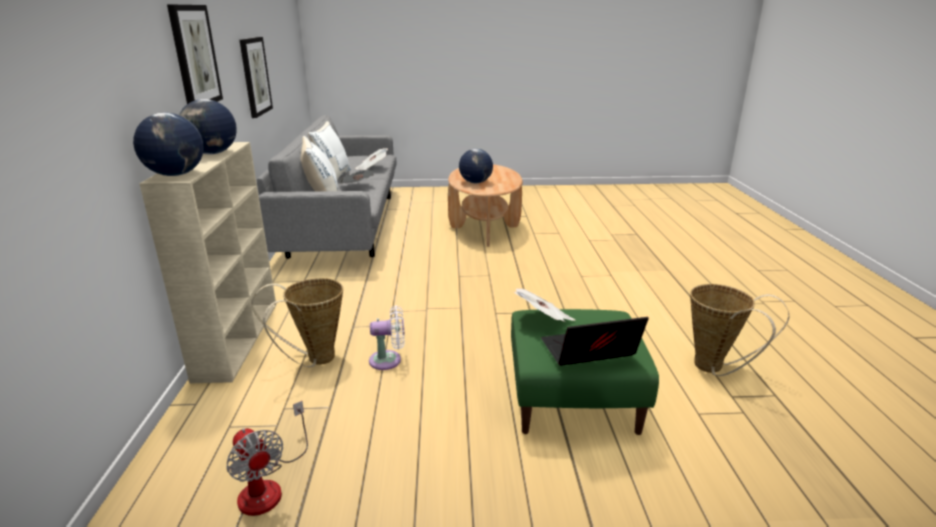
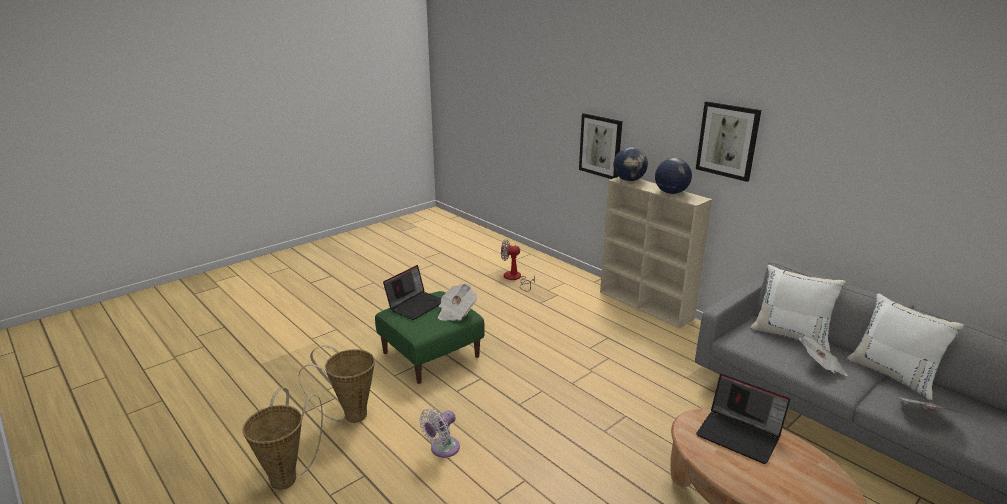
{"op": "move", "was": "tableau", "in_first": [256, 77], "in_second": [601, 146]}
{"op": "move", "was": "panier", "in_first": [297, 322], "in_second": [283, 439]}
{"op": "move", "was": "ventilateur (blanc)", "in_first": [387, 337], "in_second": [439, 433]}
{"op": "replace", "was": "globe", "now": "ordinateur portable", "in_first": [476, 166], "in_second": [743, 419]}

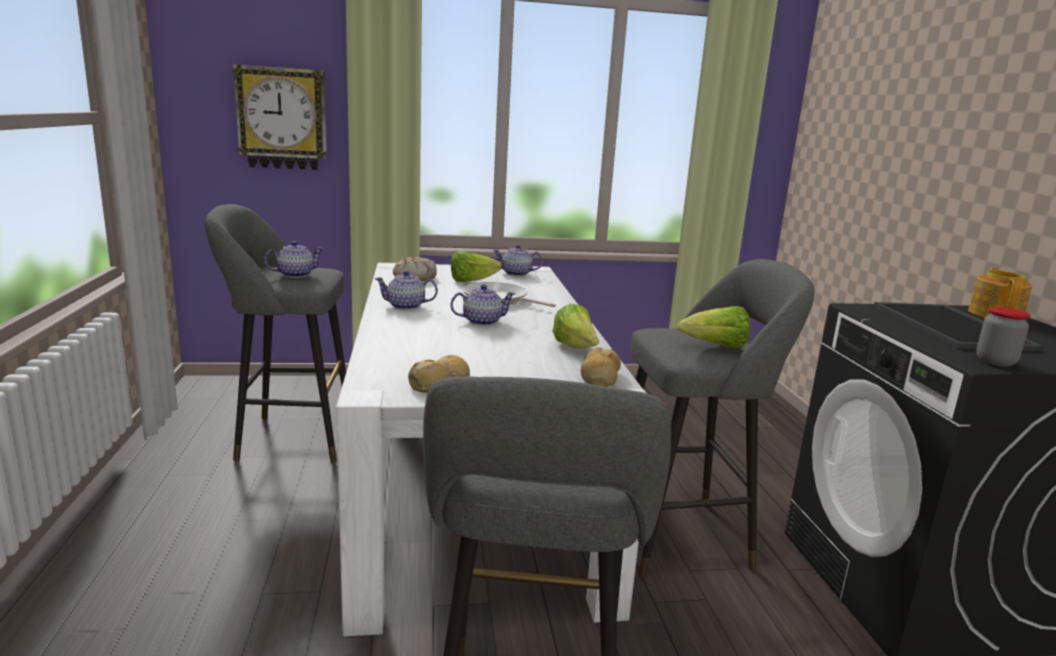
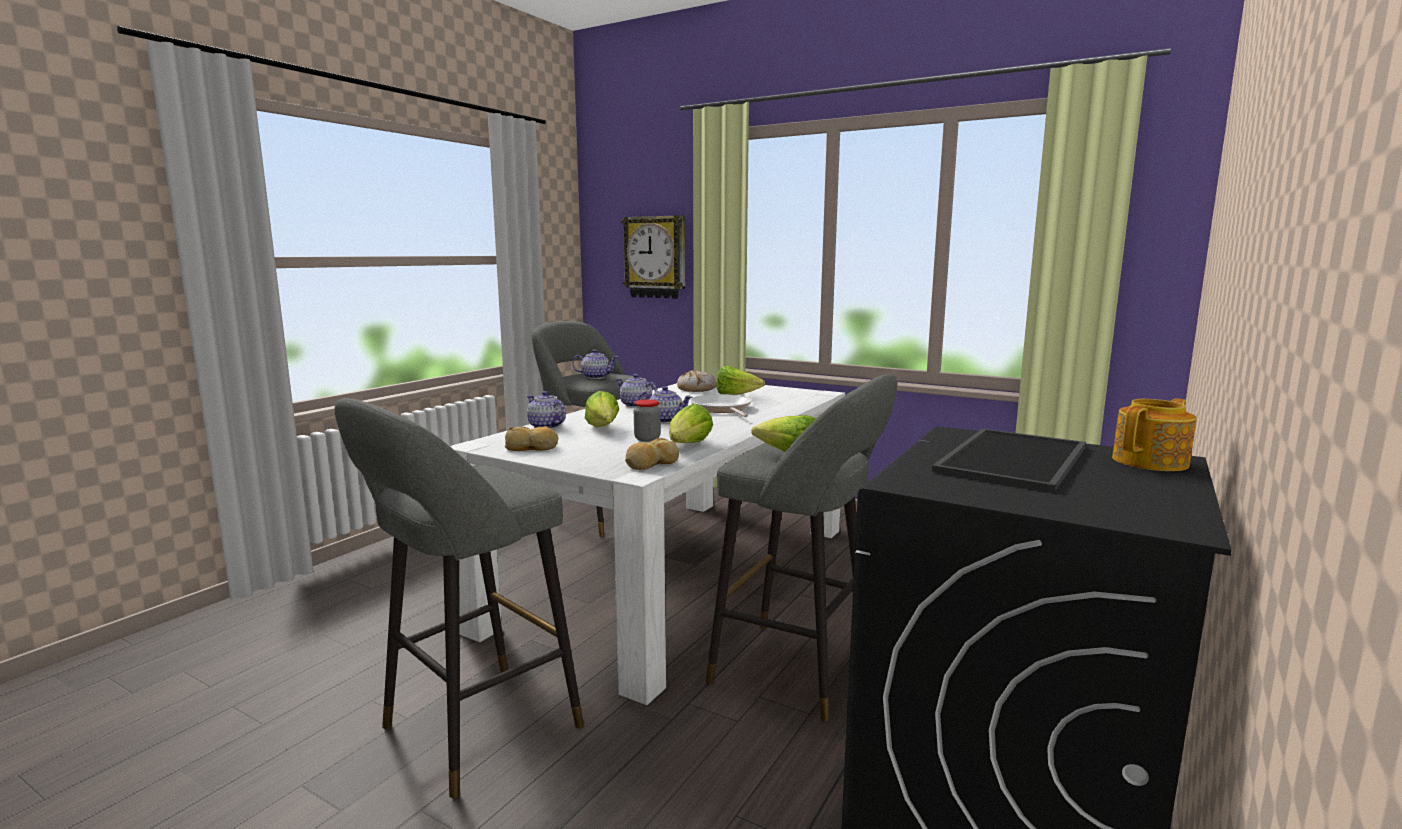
{"op": "move", "was": "théière", "in_first": [518, 260], "in_second": [546, 410]}
{"op": "move", "was": "bocal", "in_first": [1003, 336], "in_second": [647, 420]}
{"op": "insert", "now": "laitue", "in_second": [602, 409]}

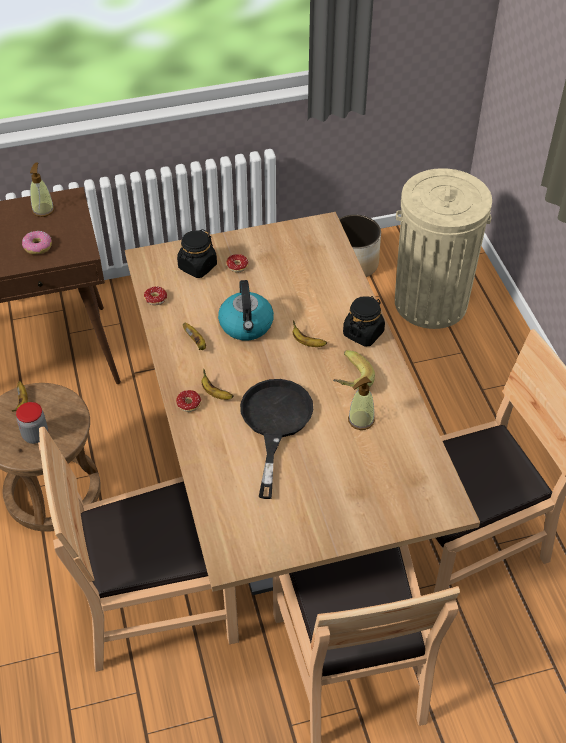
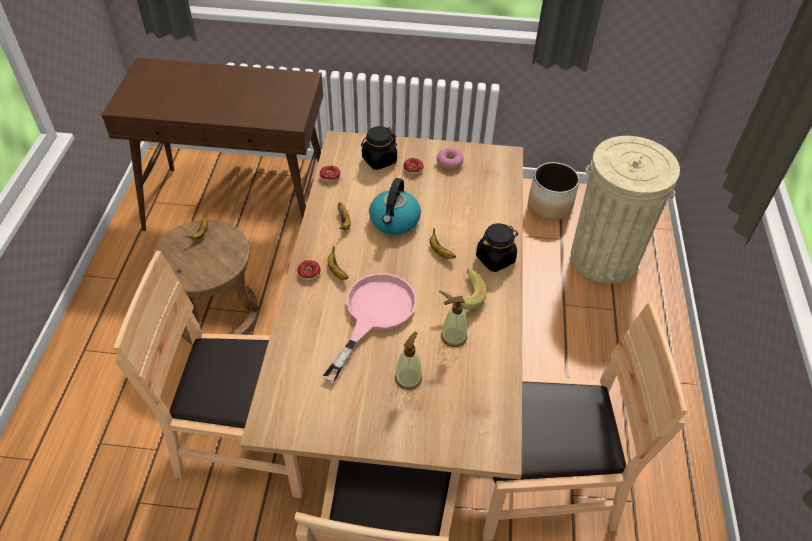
{"op": "delete", "was": "bocal", "in_first": [32, 423]}
{"op": "move", "was": "beignet", "in_first": [37, 243], "in_second": [450, 159]}
{"op": "move", "was": "distributeur de savon", "in_first": [42, 190], "in_second": [408, 361]}
{"op": "recolor", "was": "poêle (noir)", "now": "poêle (rose)", "in_first": [276, 439], "in_second": [369, 327]}

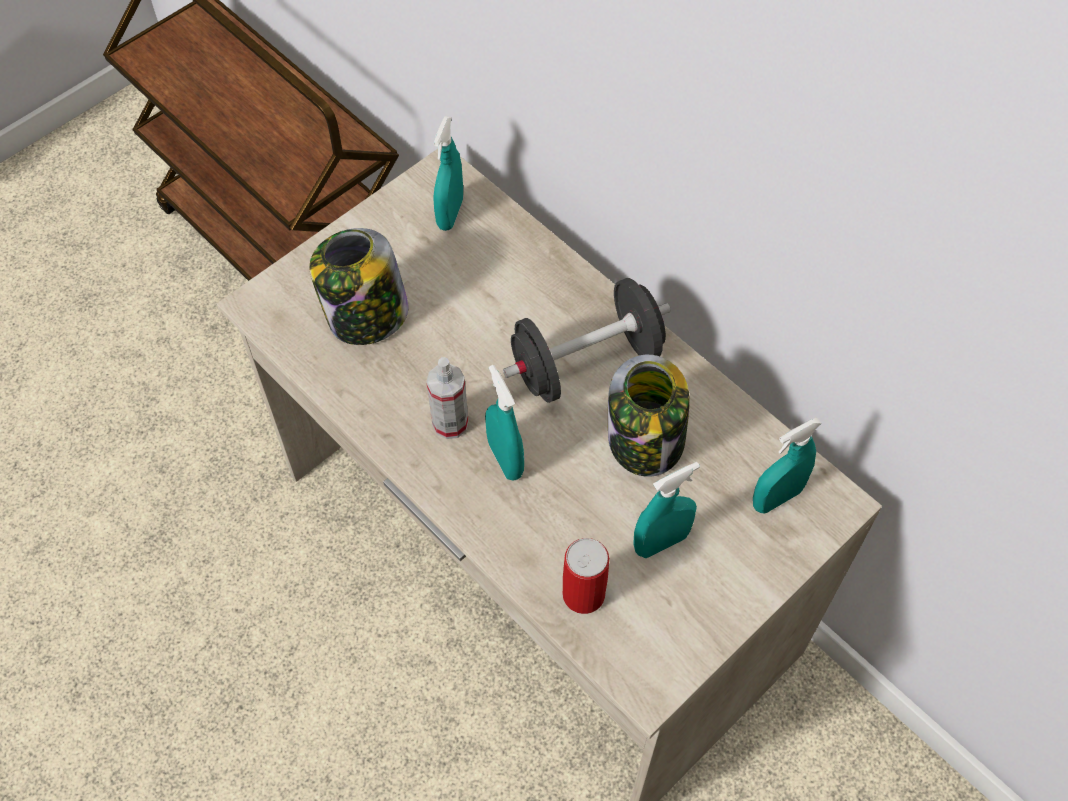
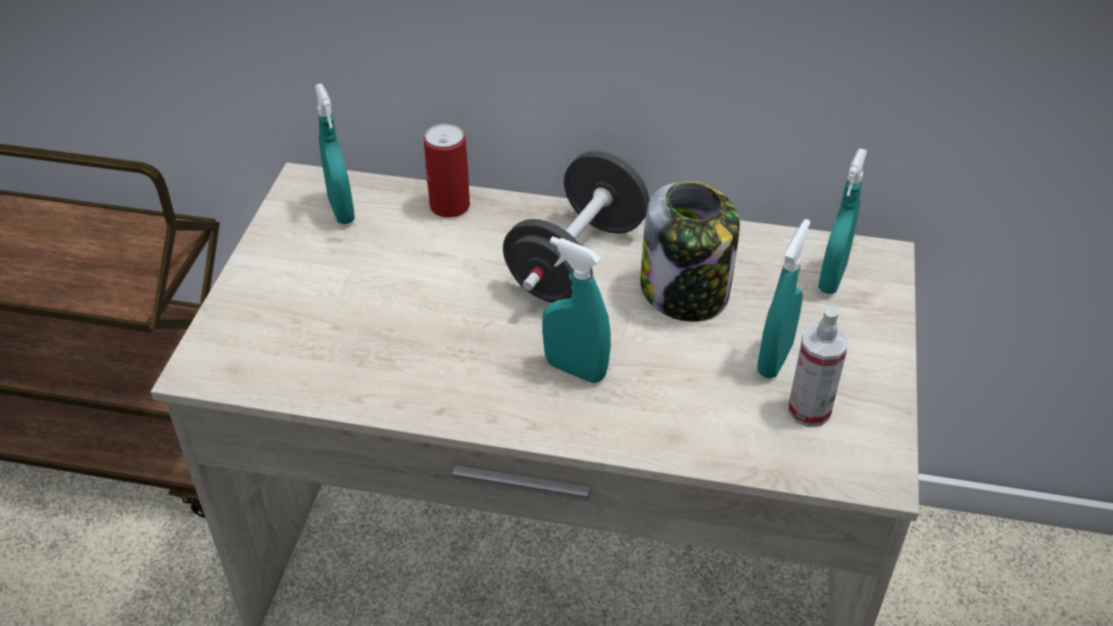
{"op": "delete", "was": "bocal", "in_first": [359, 286]}
{"op": "move", "was": "vaporisateur", "in_first": [447, 398], "in_second": [818, 367]}
{"op": "move", "was": "boîte métallique", "in_first": [585, 576], "in_second": [447, 171]}

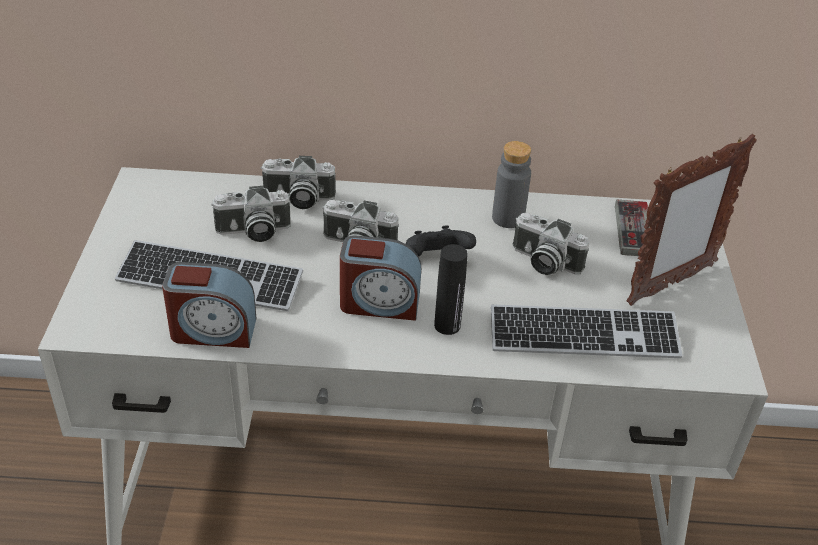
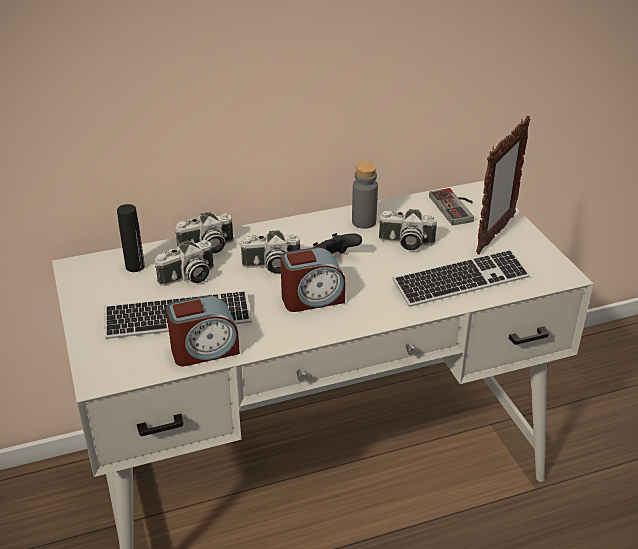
{"op": "move", "was": "bouteille (noir)", "in_first": [451, 289], "in_second": [131, 238]}

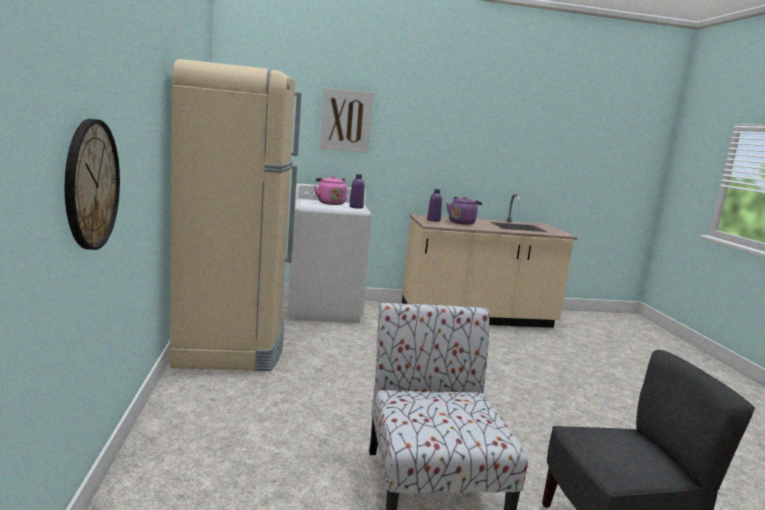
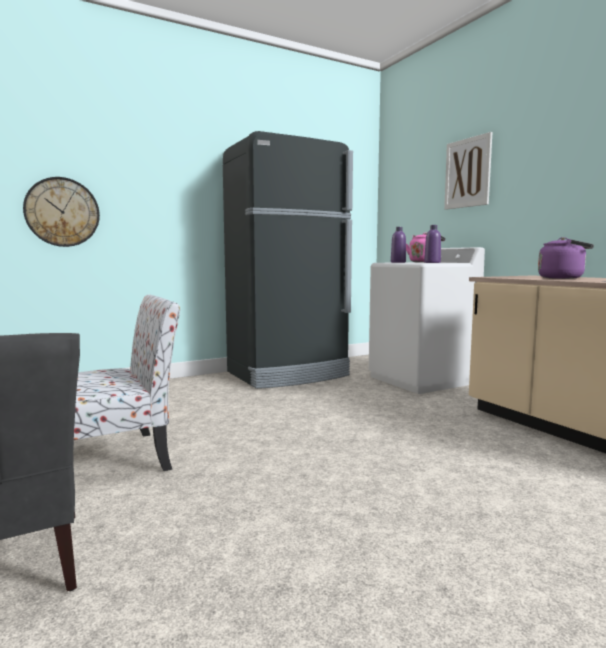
{"op": "recolor", "was": "réfrigérateur (beige)", "now": "réfrigérateur (noir)", "in_first": [236, 215], "in_second": [288, 260]}
{"op": "move", "was": "bouteille (violet)", "in_first": [434, 205], "in_second": [398, 245]}

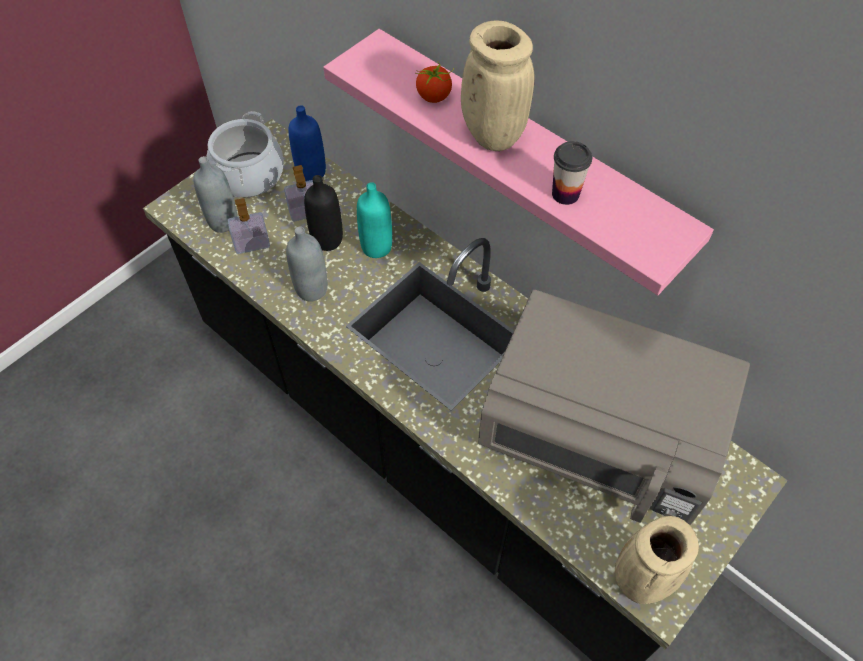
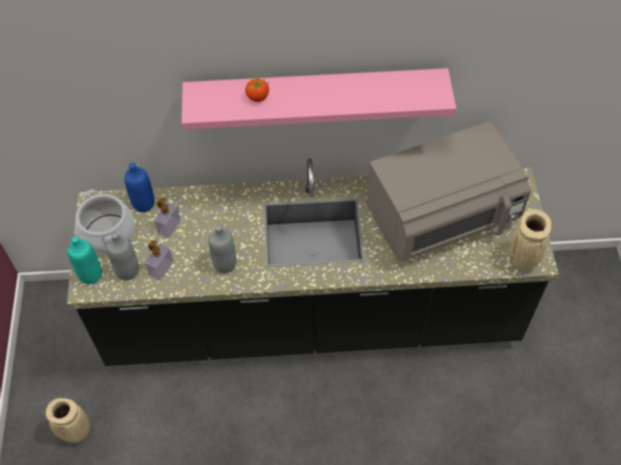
{"op": "delete", "was": "bouteille (noir)", "in_first": [323, 213]}
{"op": "move", "was": "bouteille (turquoise)", "in_first": [374, 220], "in_second": [84, 260]}
{"op": "move", "was": "vase (beige)", "in_first": [498, 86], "in_second": [67, 420]}
{"op": "delete", "was": "tasse", "in_first": [572, 173]}

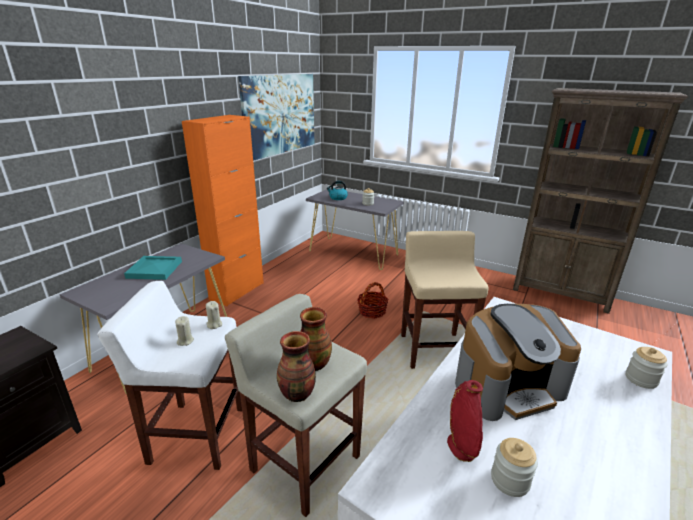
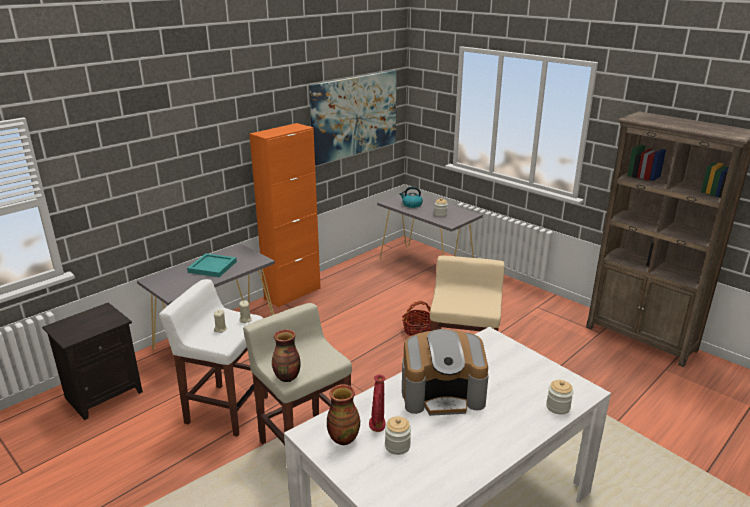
{"op": "move", "was": "vase", "in_first": [316, 339], "in_second": [343, 414]}

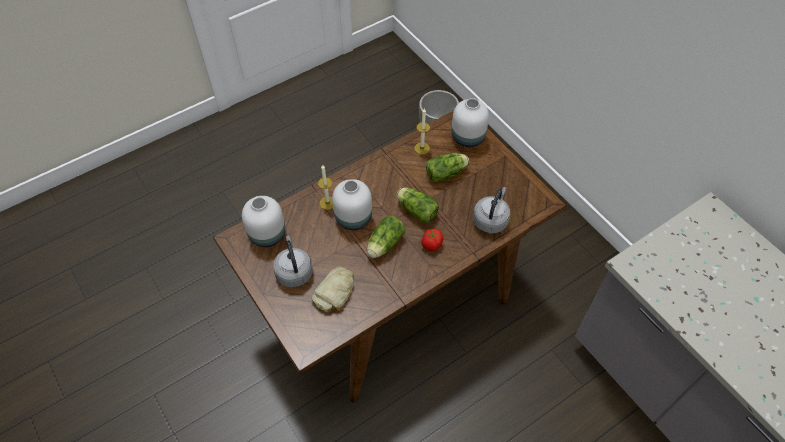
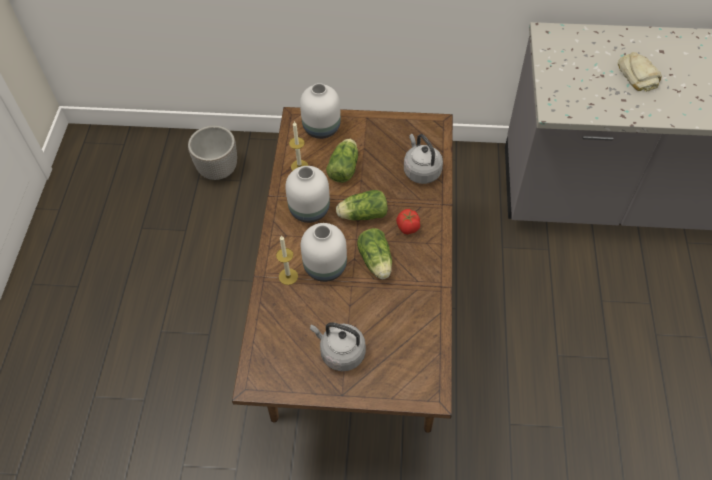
{"op": "move", "was": "vase (blanc)", "in_first": [263, 221], "in_second": [307, 194]}
{"op": "move", "was": "pain", "in_first": [333, 290], "in_second": [640, 71]}

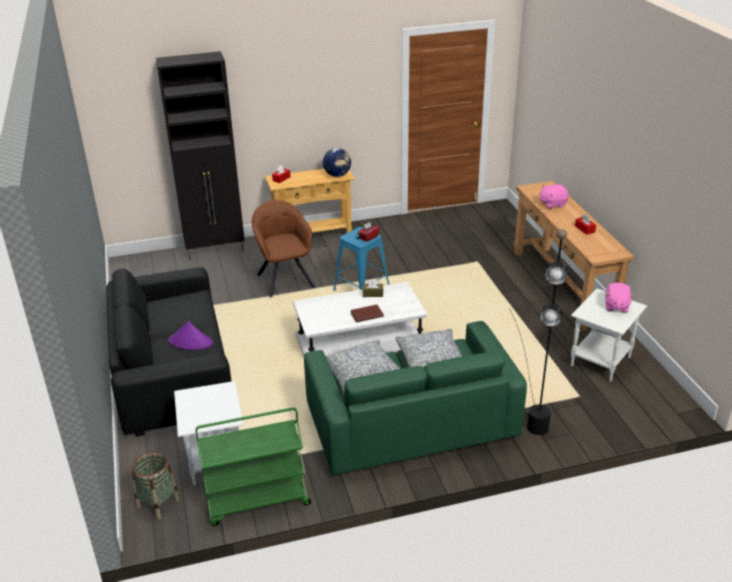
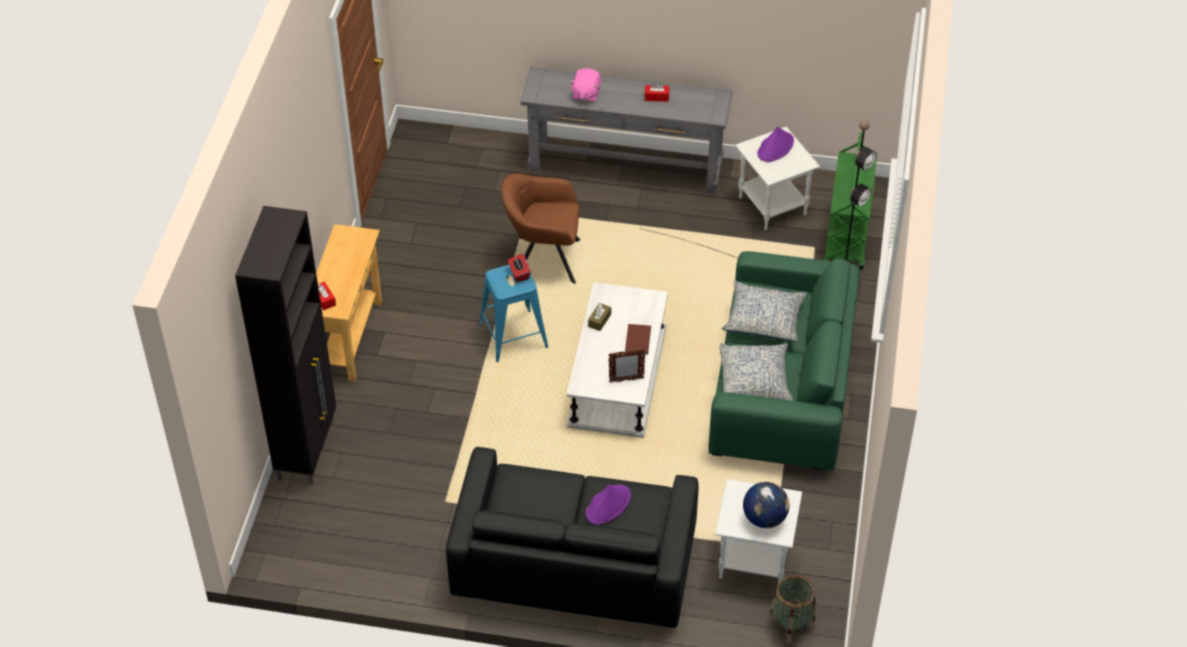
{"op": "move", "was": "chariot (vert)", "in_first": [253, 466], "in_second": [850, 200]}
{"op": "move", "was": "fauteuil (marron)", "in_first": [284, 249], "in_second": [541, 228]}
{"op": "move", "was": "globe", "in_first": [337, 162], "in_second": [766, 505]}
{"op": "recolor", "was": "table console (marron)", "now": "table console (gris)", "in_first": [573, 256], "in_second": [626, 131]}
{"op": "replace", "was": "peluche (rose)", "now": "chapeau (violet)", "in_first": [619, 298], "in_second": [775, 144]}
{"op": "insert", "now": "cadre photo", "in_second": [627, 366]}

